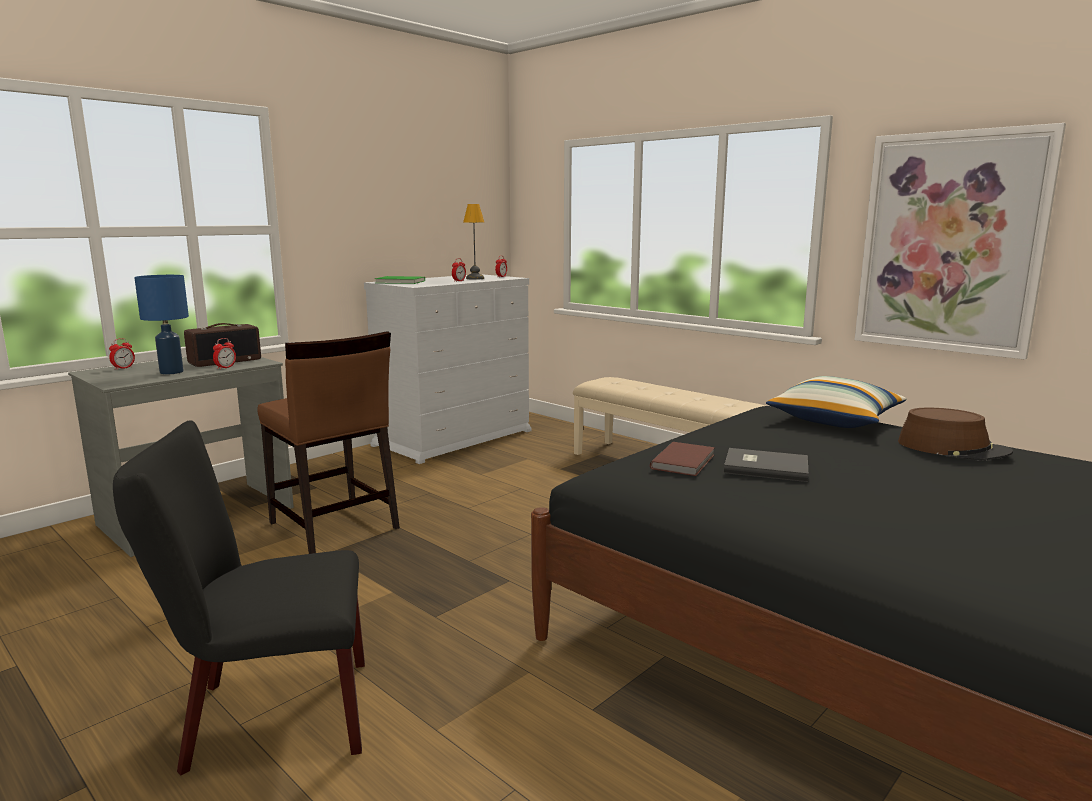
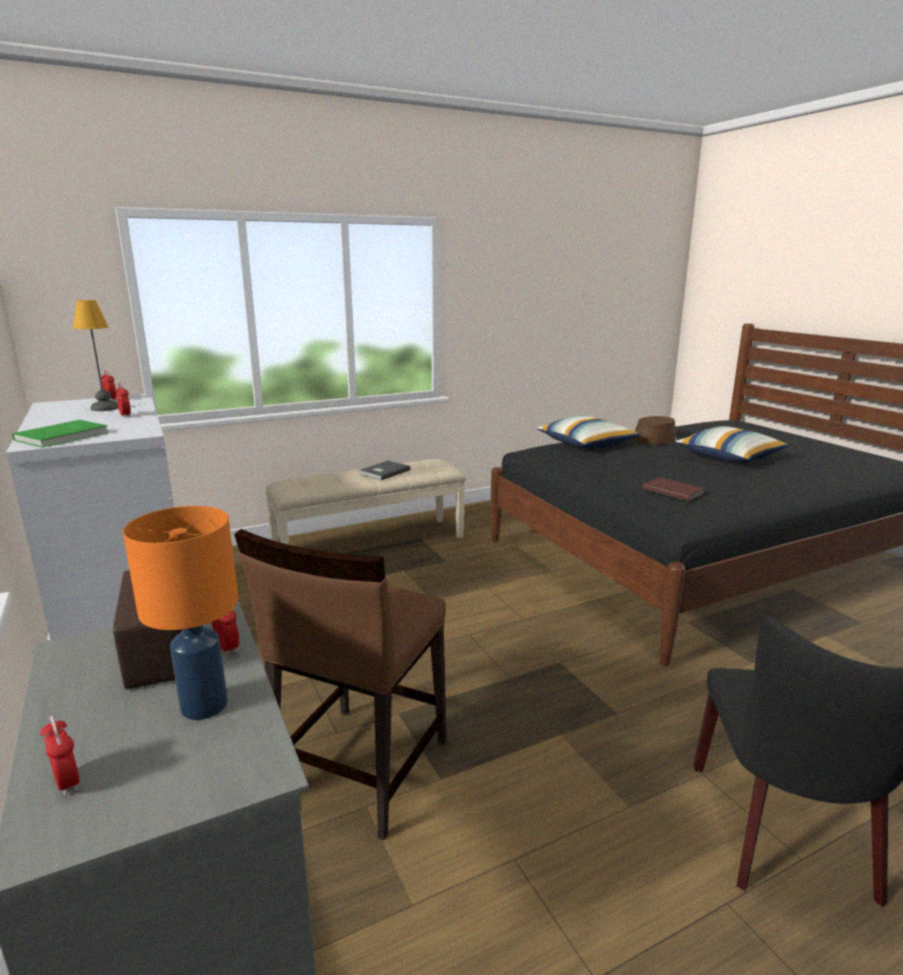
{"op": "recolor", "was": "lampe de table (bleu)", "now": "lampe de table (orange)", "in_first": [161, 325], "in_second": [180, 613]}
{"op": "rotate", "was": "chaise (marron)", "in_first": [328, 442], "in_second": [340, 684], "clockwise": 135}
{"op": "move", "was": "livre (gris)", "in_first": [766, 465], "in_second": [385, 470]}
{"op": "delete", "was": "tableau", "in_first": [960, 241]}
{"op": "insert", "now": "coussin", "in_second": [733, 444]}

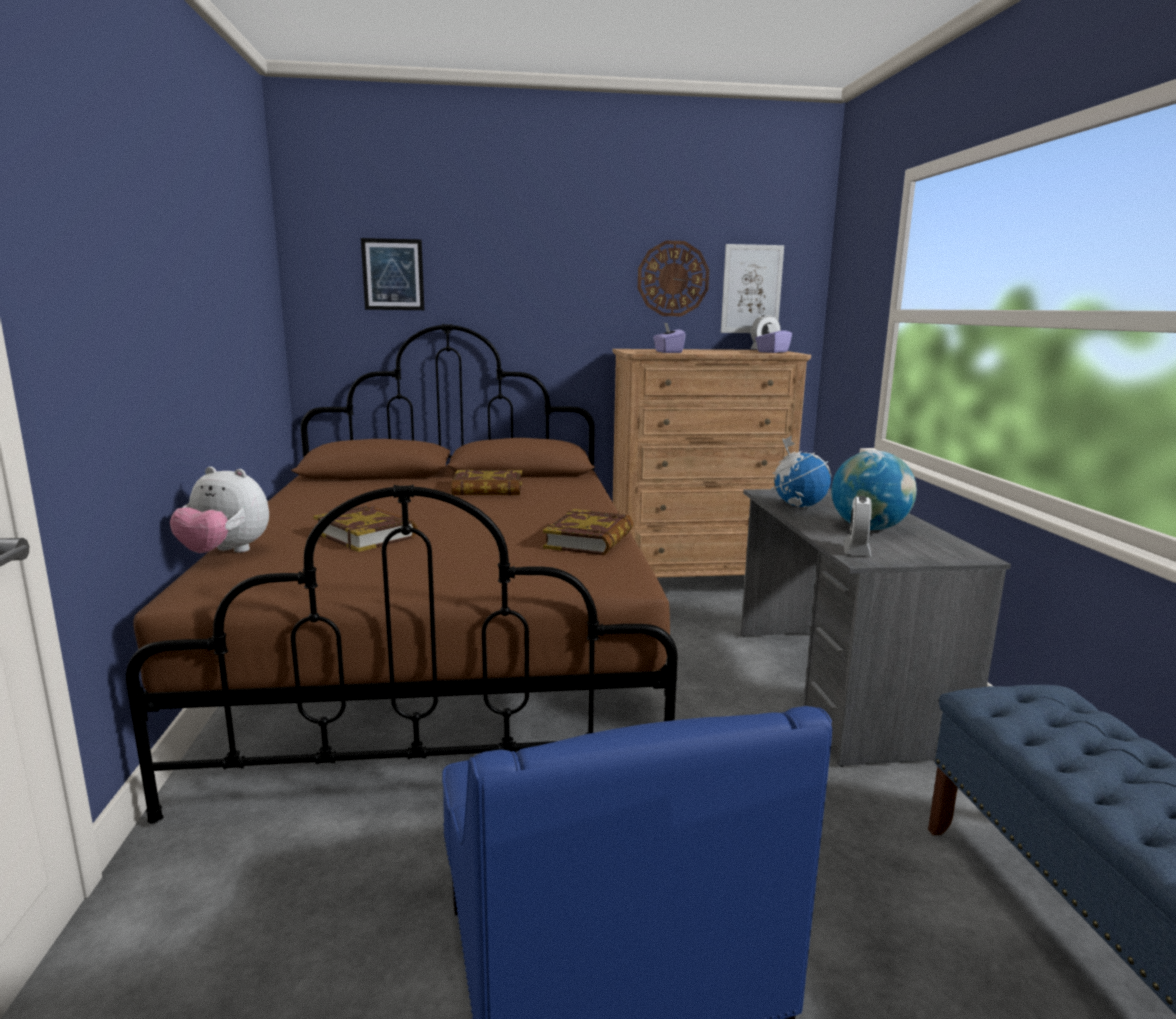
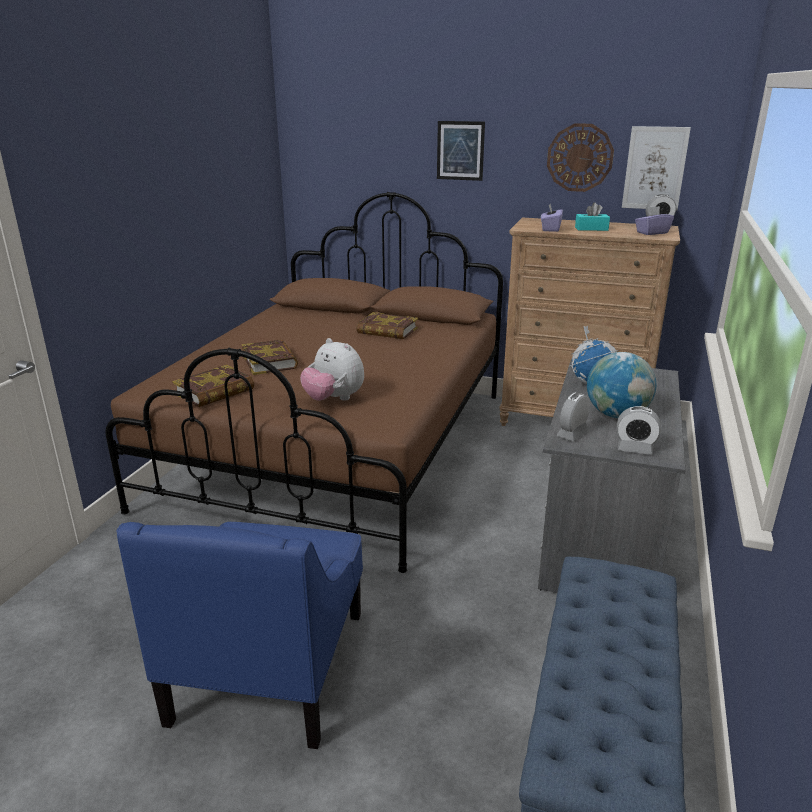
{"op": "move", "was": "peluche", "in_first": [219, 509], "in_second": [332, 369]}
{"op": "move", "was": "tableau", "in_first": [392, 274], "in_second": [461, 151]}
{"op": "move", "was": "livre", "in_first": [588, 532], "in_second": [213, 386]}
{"op": "insert", "now": "boîte à mouchoirs (turquoise)", "in_second": [592, 217]}
{"op": "insert", "now": "réveil", "in_second": [639, 430]}

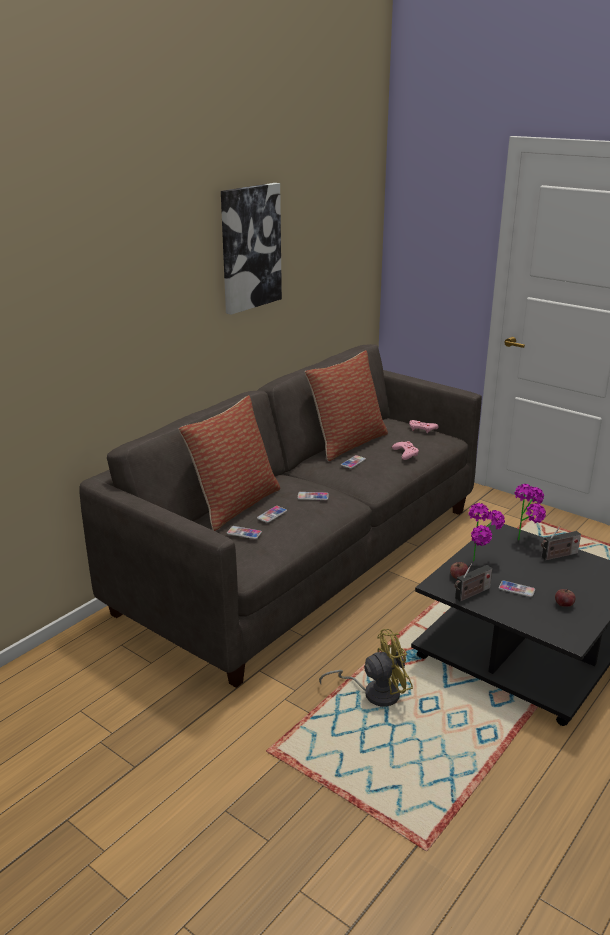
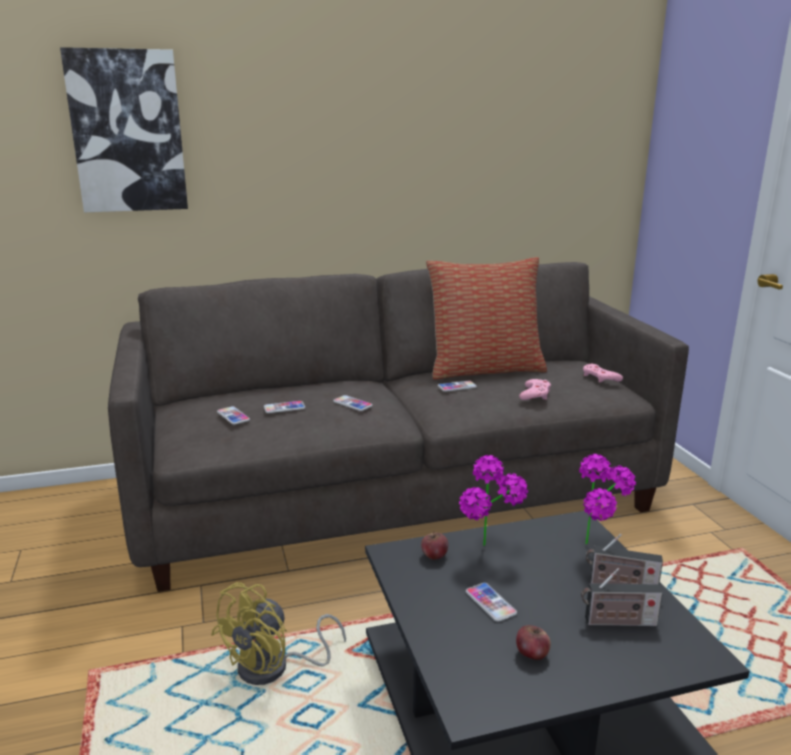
{"op": "delete", "was": "coussin", "in_first": [229, 463]}
{"op": "move", "was": "tableau", "in_first": [251, 249], "in_second": [124, 129]}
{"op": "rotate", "was": "ventilateur (jaune)", "in_first": [366, 668], "in_second": [278, 633], "clockwise": 105}
{"op": "move", "was": "radio", "in_first": [473, 582], "in_second": [622, 597]}

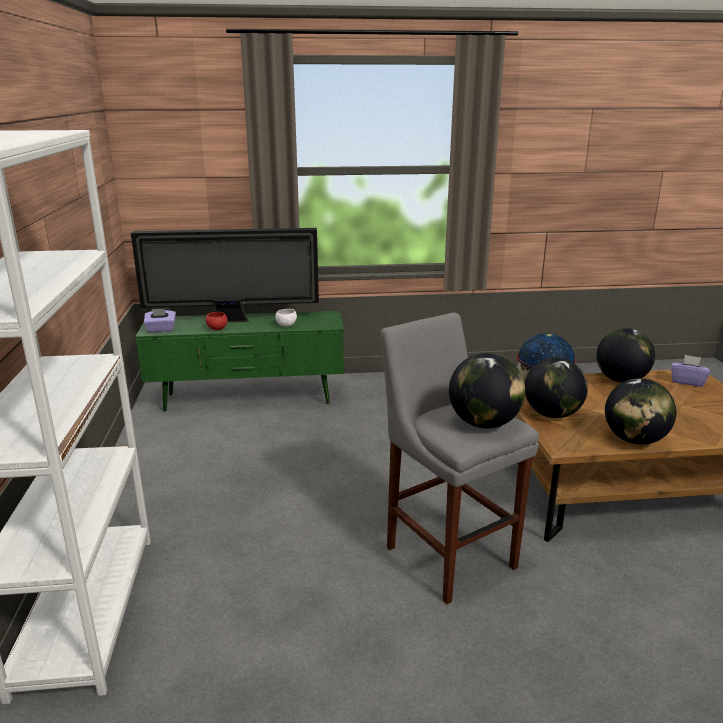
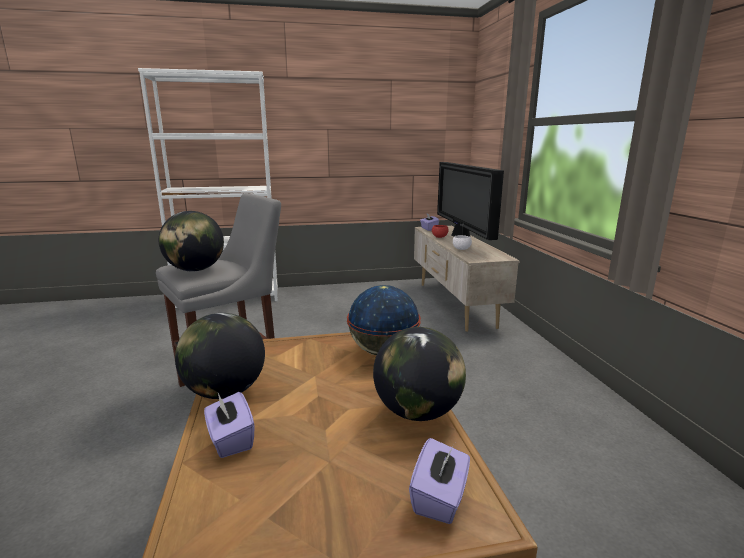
{"op": "recolor", "was": "meuble télé (vert)", "now": "meuble télé (beige)", "in_first": [239, 361], "in_second": [467, 279]}
{"op": "delete", "was": "globe", "in_first": [556, 387]}
{"op": "insert", "now": "boîte à mouchoirs (violet)", "in_second": [229, 425]}

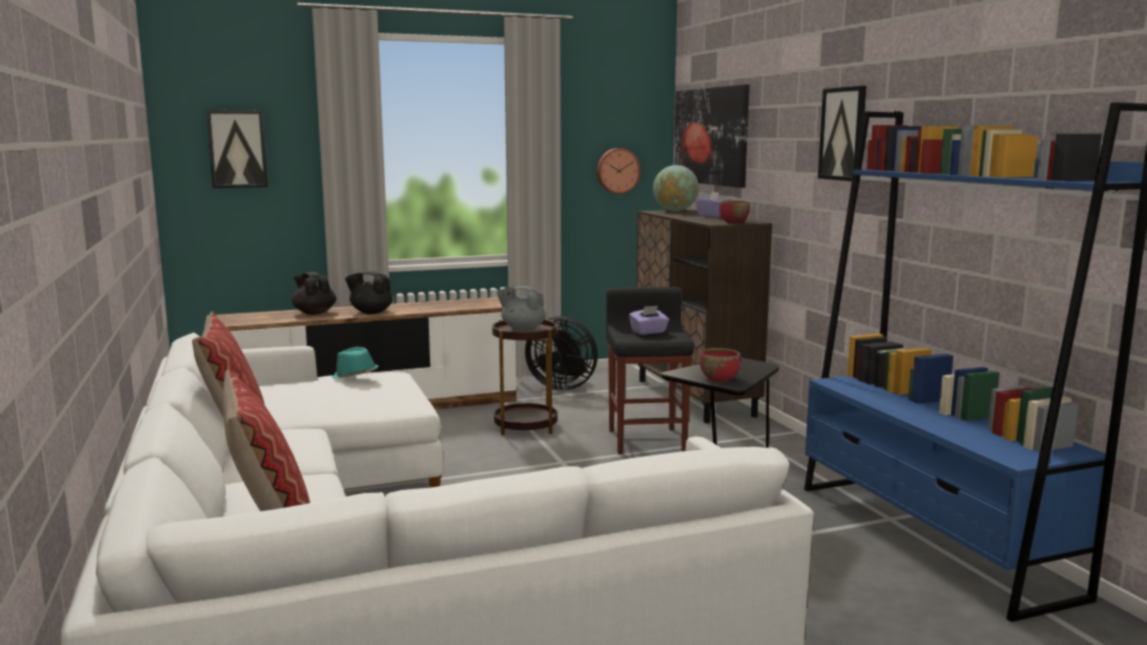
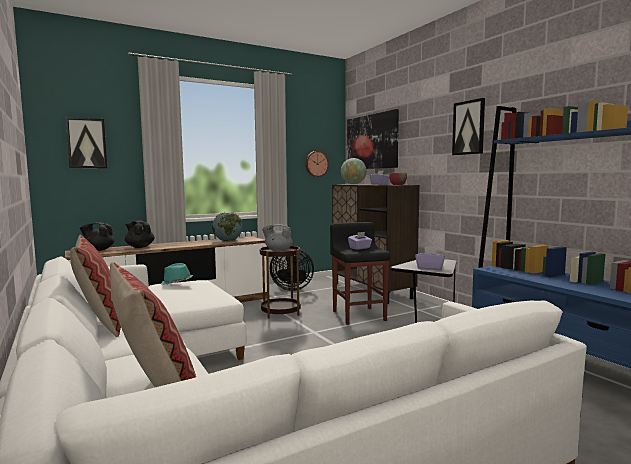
{"op": "move", "was": "théière (noir)", "in_first": [369, 292], "in_second": [96, 236]}
{"op": "replace", "was": "bol (rouge)", "now": "boîte à mouchoirs (violet)", "in_first": [720, 365], "in_second": [430, 258]}
{"op": "insert", "now": "globe", "in_second": [227, 226]}

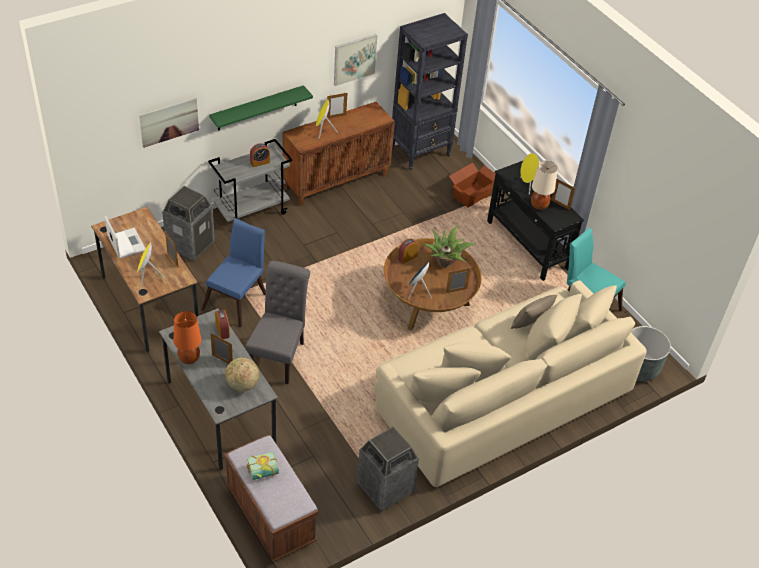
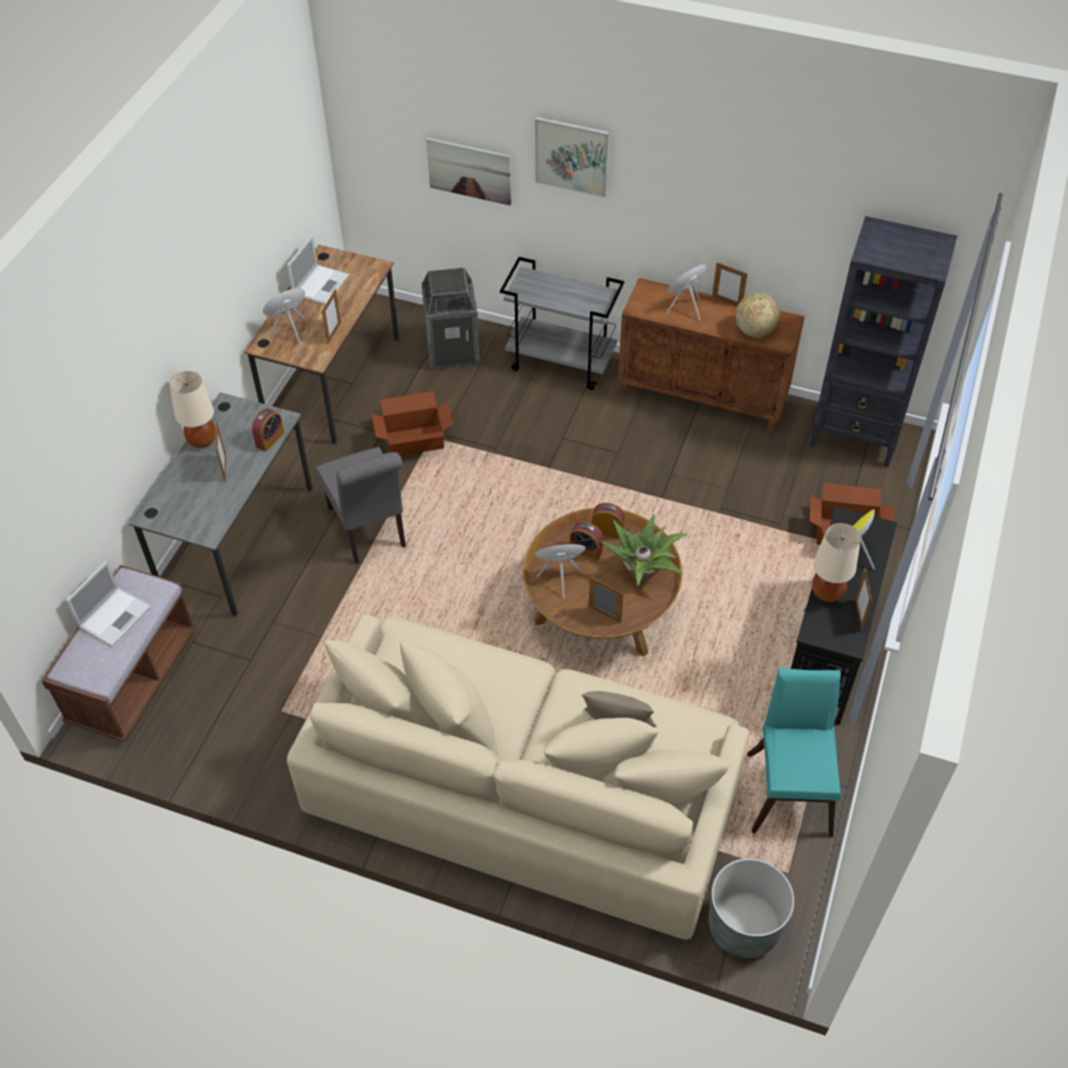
{"op": "recolor", "was": "lampe de table (orange)", "now": "lampe de table (beige)", "in_first": [187, 337], "in_second": [192, 409]}
{"op": "replace", "was": "chaise (bleu)", "now": "carton", "in_first": [233, 272], "in_second": [412, 423]}
{"op": "delete", "was": "étagère (vert)", "in_first": [261, 108]}
{"op": "move", "was": "globe", "in_first": [242, 374], "in_second": [757, 315]}
{"op": "rotate", "was": "chaise (gris)", "in_first": [277, 322], "in_second": [361, 505], "clockwise": 90}
{"op": "replace", "was": "livre", "now": "ordinateur portable", "in_first": [263, 466], "in_second": [108, 604]}
{"op": "move", "was": "réveil", "in_first": [260, 155], "in_second": [586, 540]}
{"op": "move", "was": "tableau", "in_first": [355, 60], "in_second": [572, 157]}
{"op": "delete", "was": "poubelle", "in_first": [388, 469]}

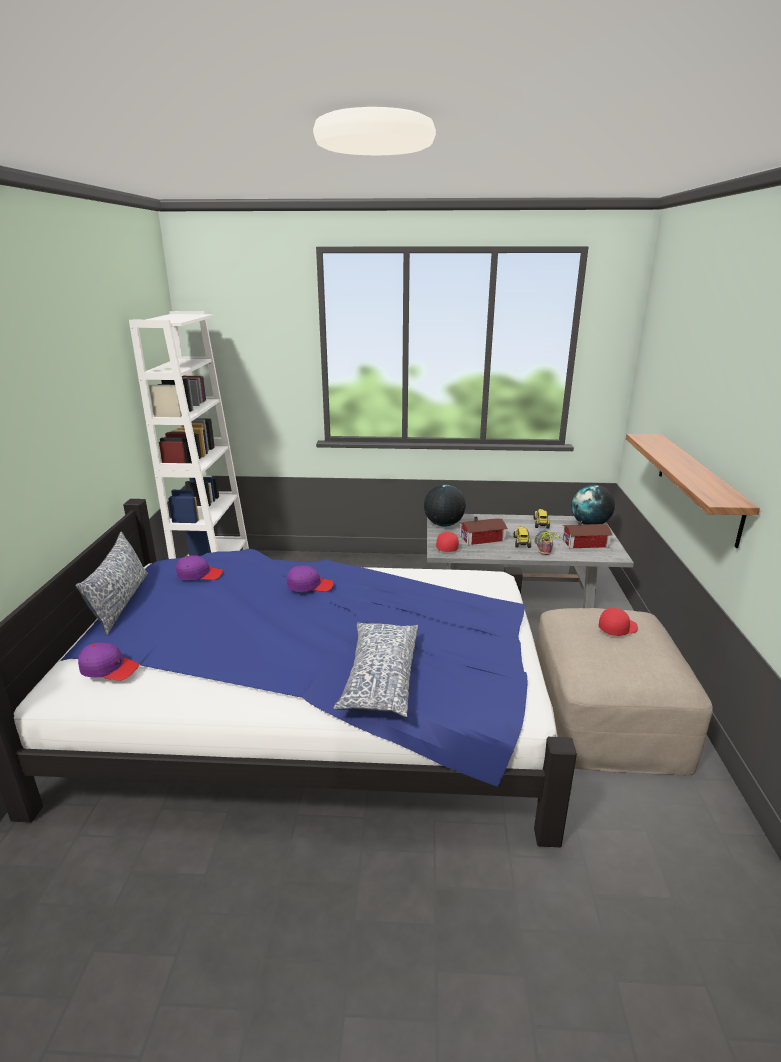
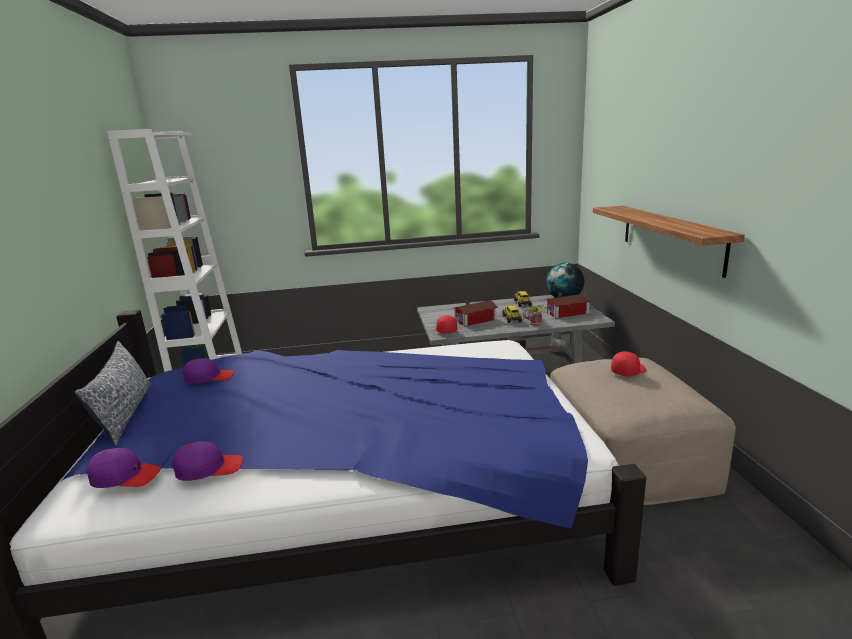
{"op": "move", "was": "casquette (violet)", "in_first": [310, 578], "in_second": [208, 461]}
{"op": "delete", "was": "coussin", "in_first": [375, 670]}
{"op": "delete", "was": "globe", "in_first": [445, 505]}

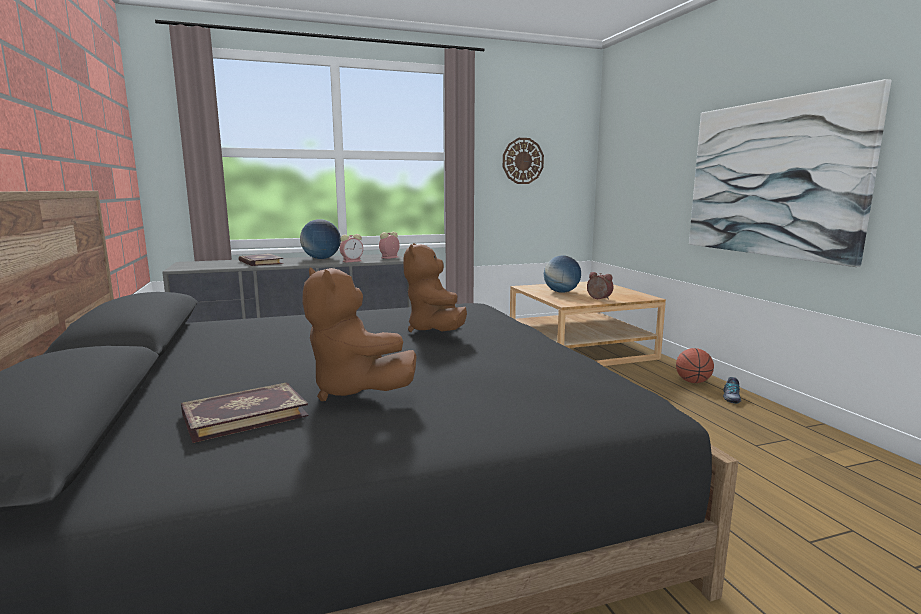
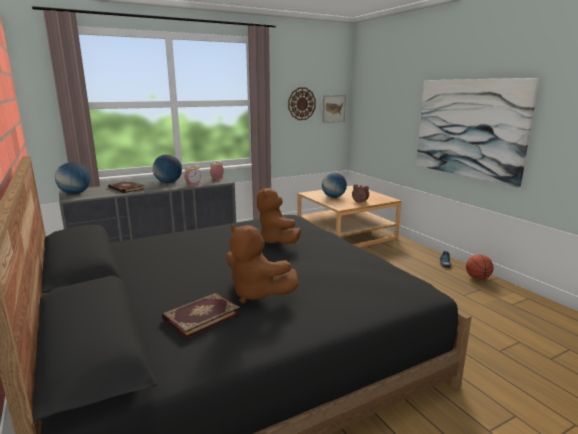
{"op": "move", "was": "ballon de basket", "in_first": [695, 365], "in_second": [480, 267]}
{"op": "insert", "now": "globe", "in_second": [73, 178]}
{"op": "insert", "now": "tableau", "in_second": [334, 109]}

